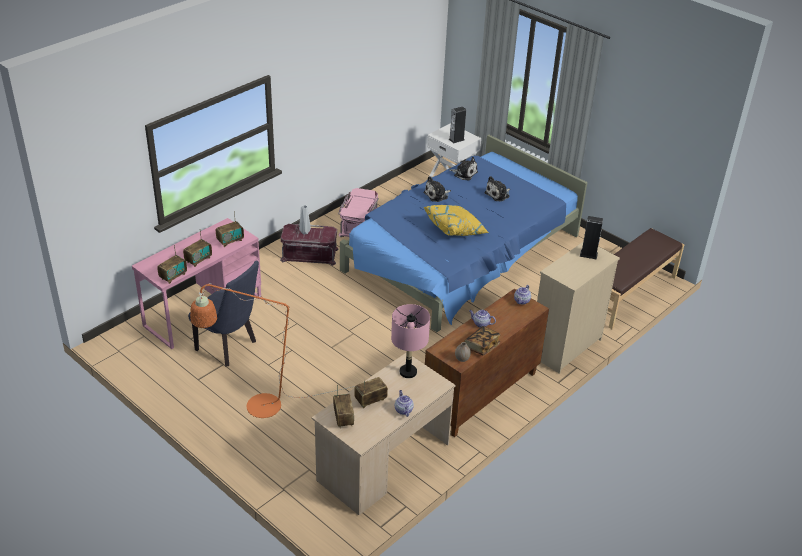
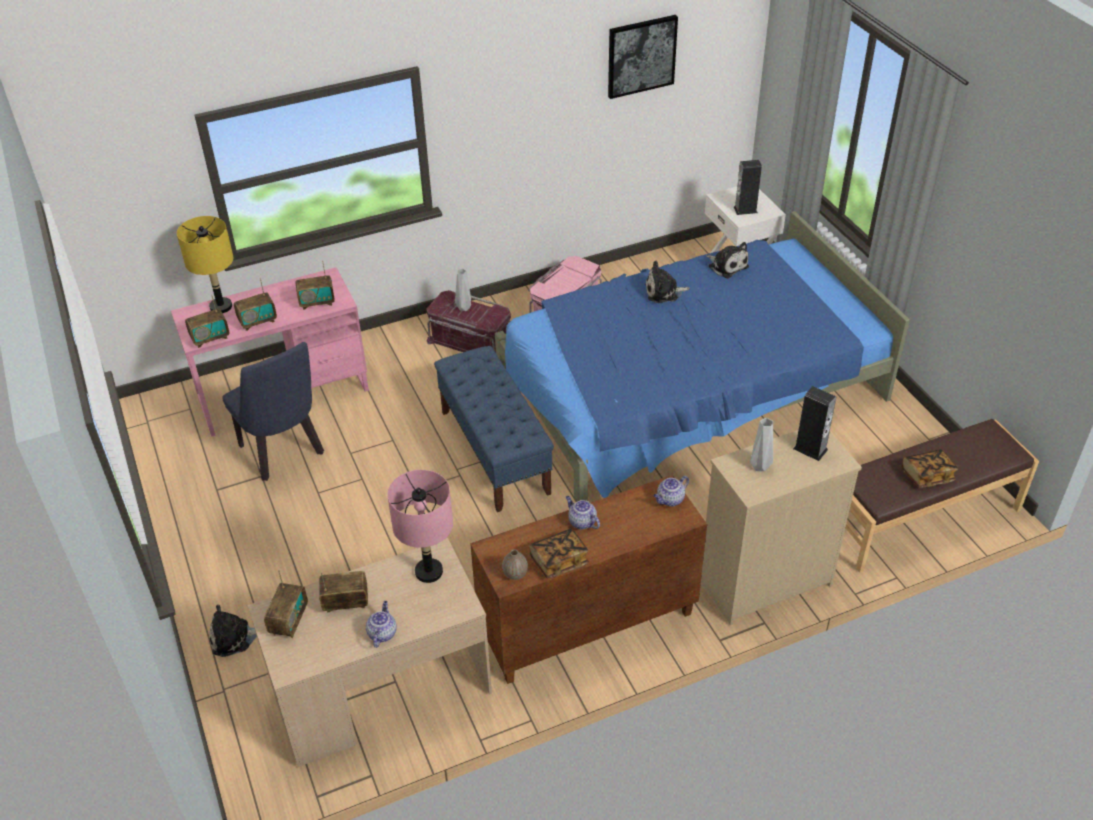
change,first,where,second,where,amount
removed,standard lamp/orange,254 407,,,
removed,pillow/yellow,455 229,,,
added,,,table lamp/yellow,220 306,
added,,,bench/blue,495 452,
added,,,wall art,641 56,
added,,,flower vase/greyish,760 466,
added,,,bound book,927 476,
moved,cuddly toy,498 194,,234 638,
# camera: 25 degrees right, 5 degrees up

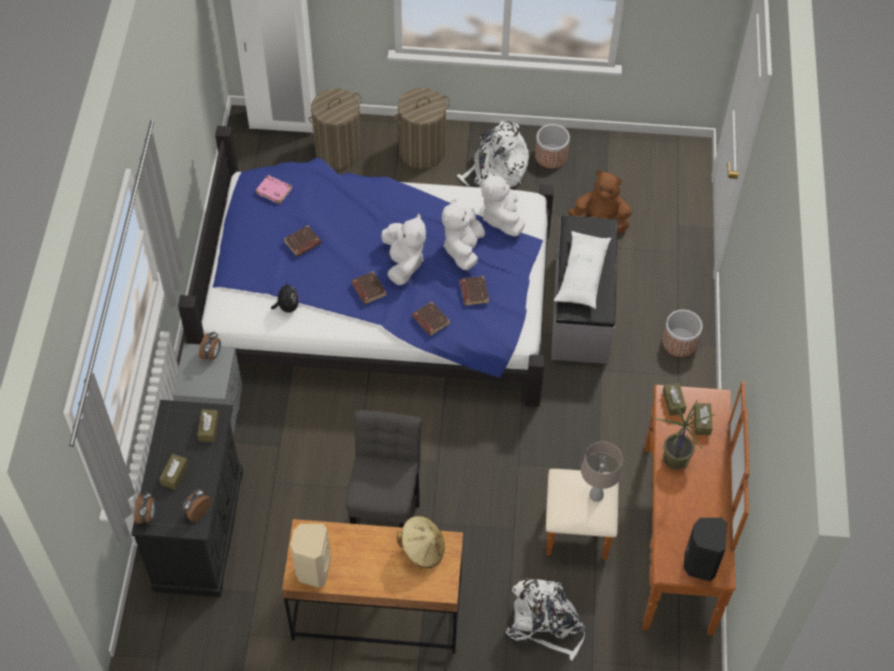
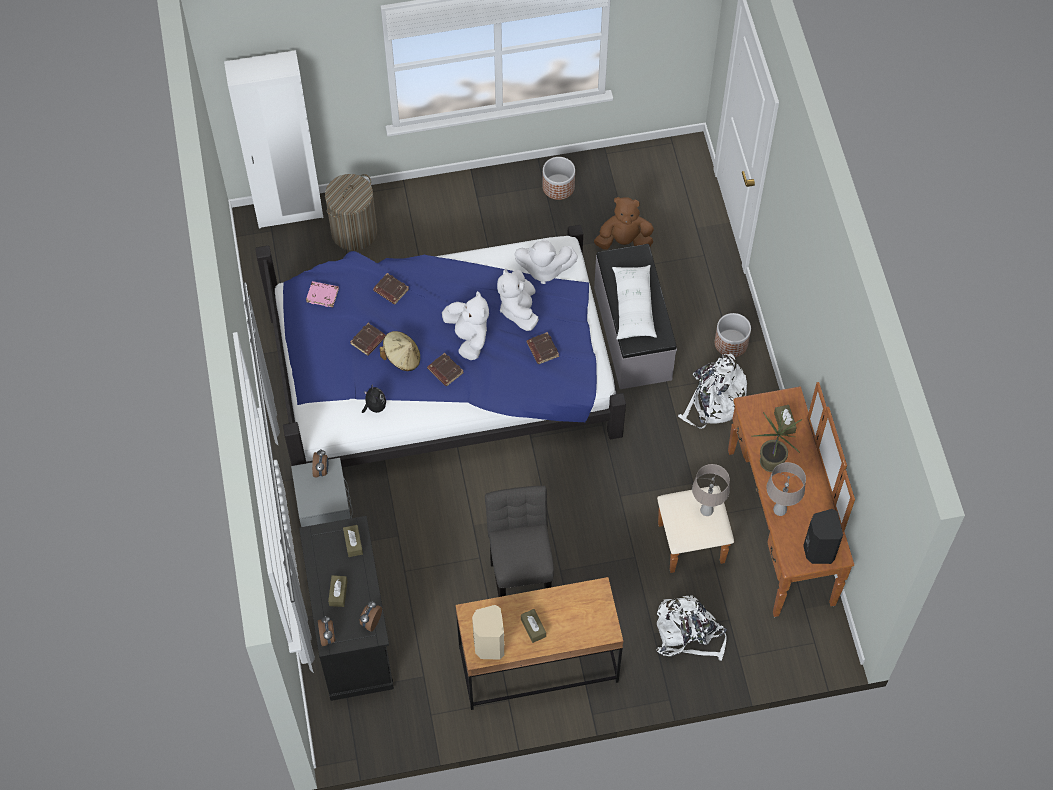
change,first,where,second,where,amount
removed,hamper,422 151,,,
added,,,table lamp/sand-coloured,779 510,
moved,wearable hat/sand-coloured,422 549,,402 357,
moved,bound book/brown,430 320,,390 290,
moved,rucksack/white,495 171,,713 401,
moved,tissue box/brown,673 402,,533 628,
turned,cuddly toy/white,502 218,,544 269,60 degrees counterclockwise
# camera: 15 degrees left, 5 degrees up

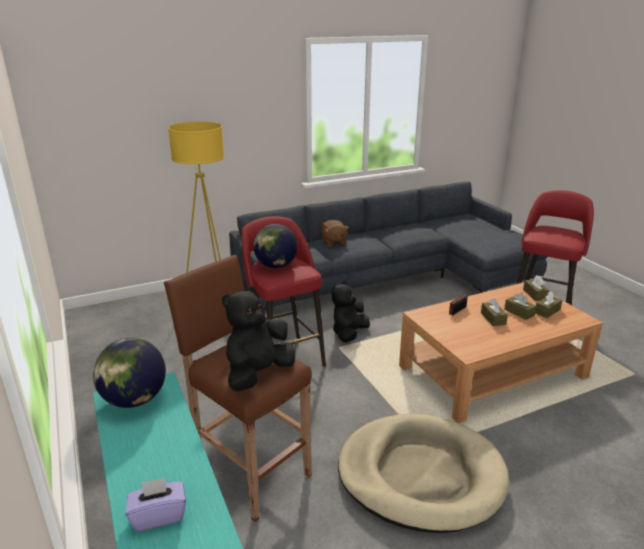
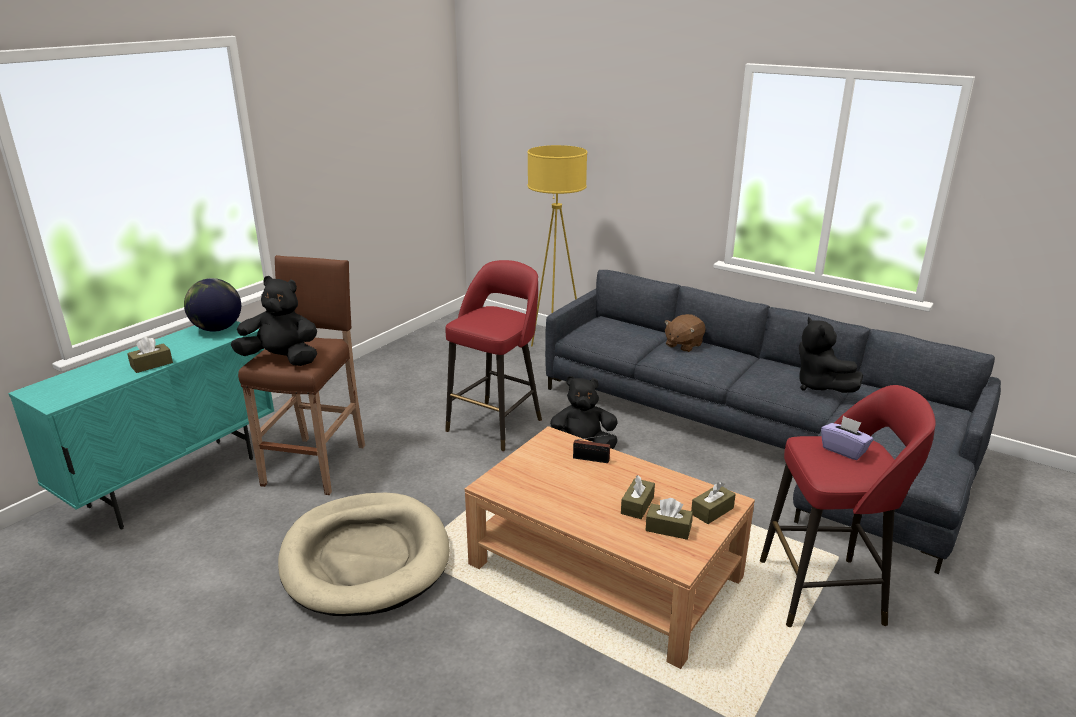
change,first,where,second,where,amount
removed,world globe,275 266,,,
added,,,cuddly toy/blackish,820 386,
moved,tissue box/purplish,159 515,,844 450,
moved,tissue box/brown,493 318,,151 364,
# camera: 60 degrees right, 0 degrees up

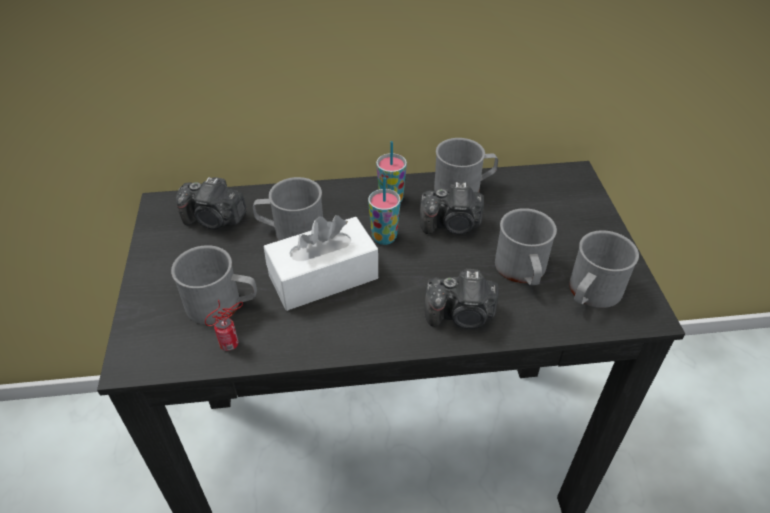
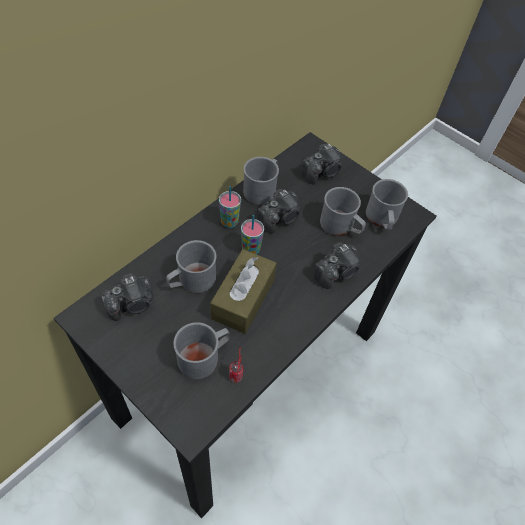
change,first,where,second,where,amount
added,,,still camera,322 172,
recoloured,tissue box/white,323 277,tissue box/brown,243 298,
# camera: 45 degrees left, 10 degrees up

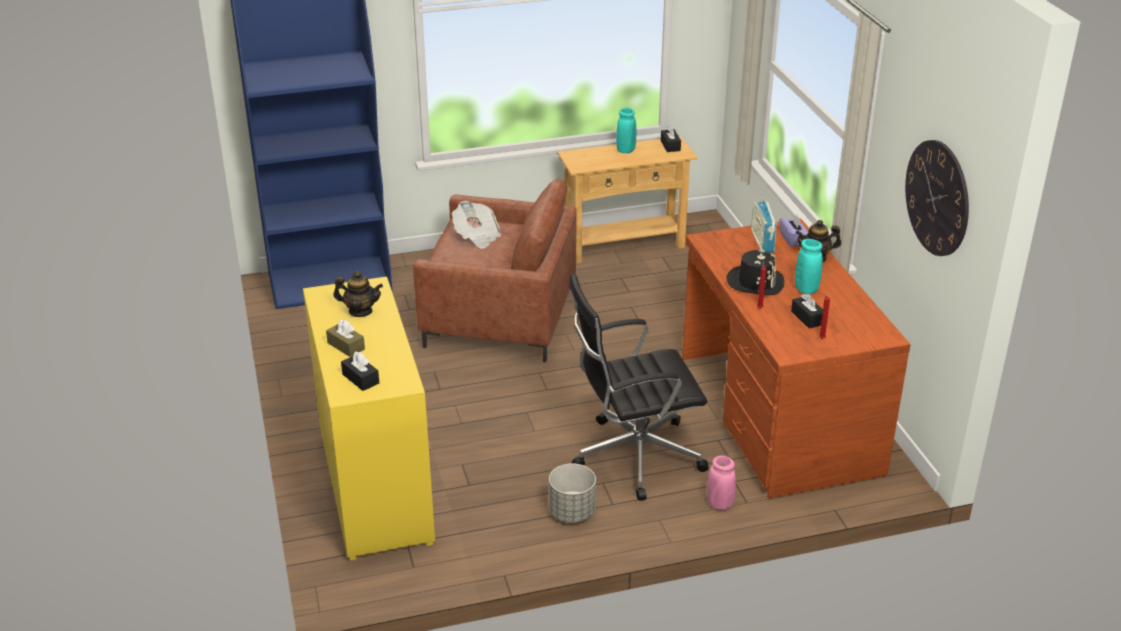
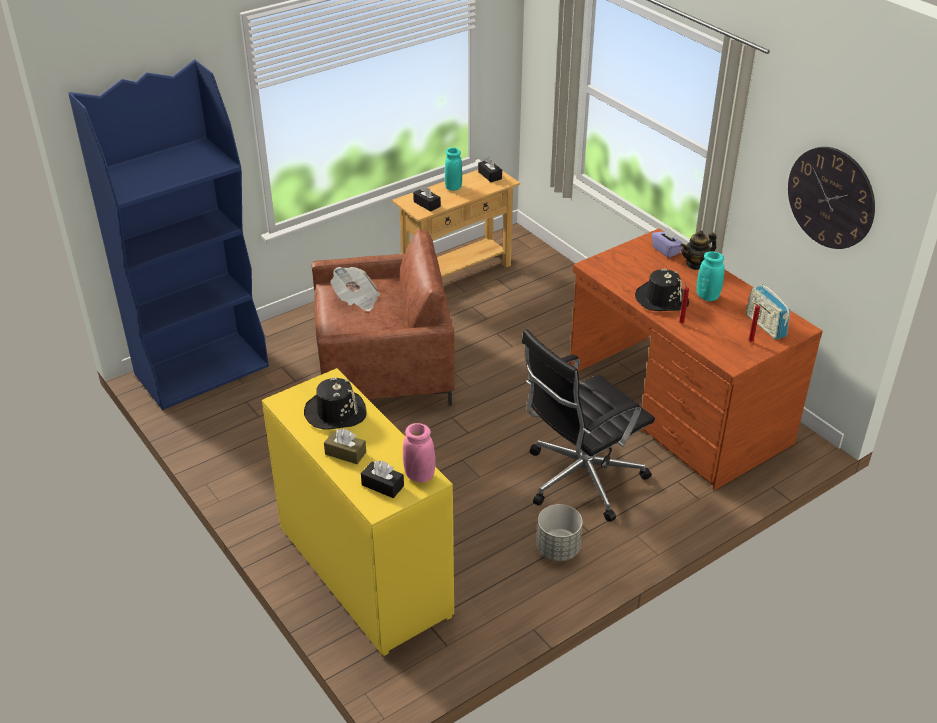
change,first,where,second,where,amount
moved,flower vase/pinkish,719 504,,419 475,
moved,radio receiver,762 242,,765 326,
moved,tissue box/blackish,807 318,,427 204,
replaced,pot for tea,360 311,wearable hat/blackish,335 412,
# camera: 20 degrees left, 5 degrees up

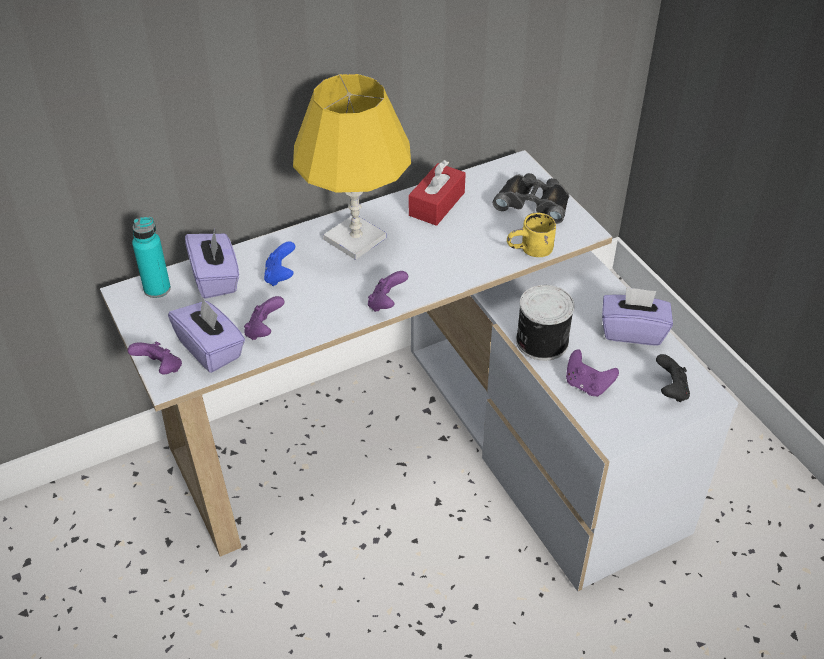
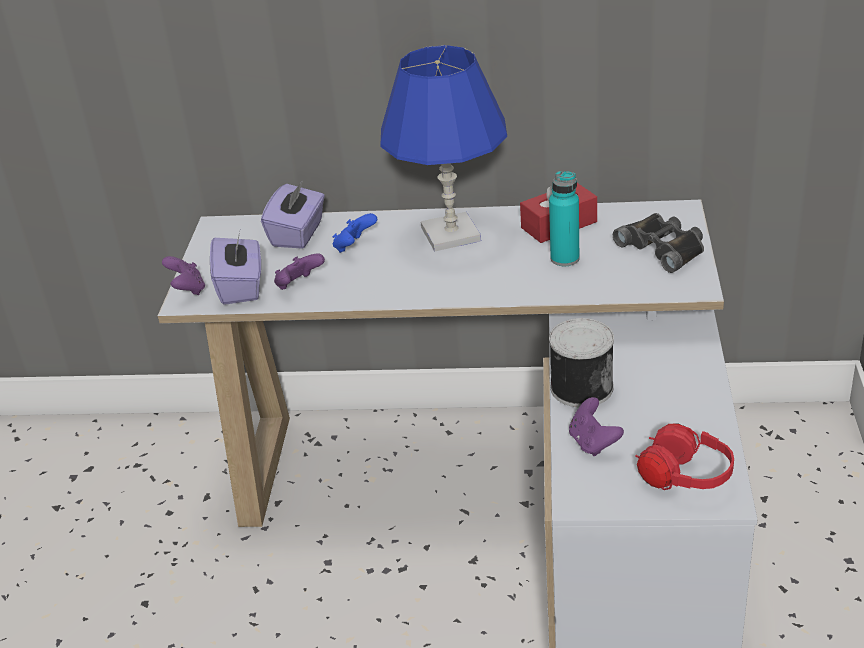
change,first,where,second,where,amount
removed,game controller/purplish,386 303,,,
removed,tea mug/yellow,531 252,,,
removed,tissue box/purplish,632 331,,,
moved,drink bottle/turquoise-coloured,157 289,,565 258,
replaced,game controller/blackish,670 390,pair of headphones/red-coloured,684 479,
recoloured,table lamp/yellow,355 239,table lamp/blue,451 234,
# camera: 35 degrees right, 10 degrees down

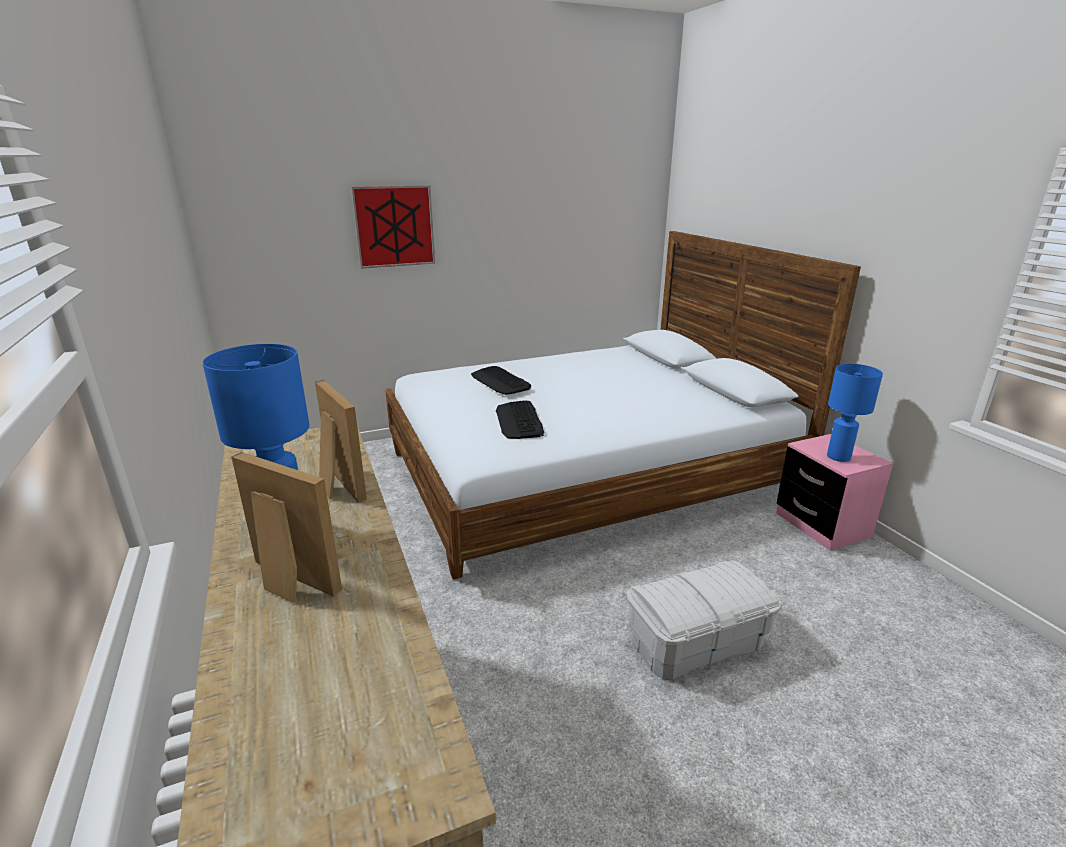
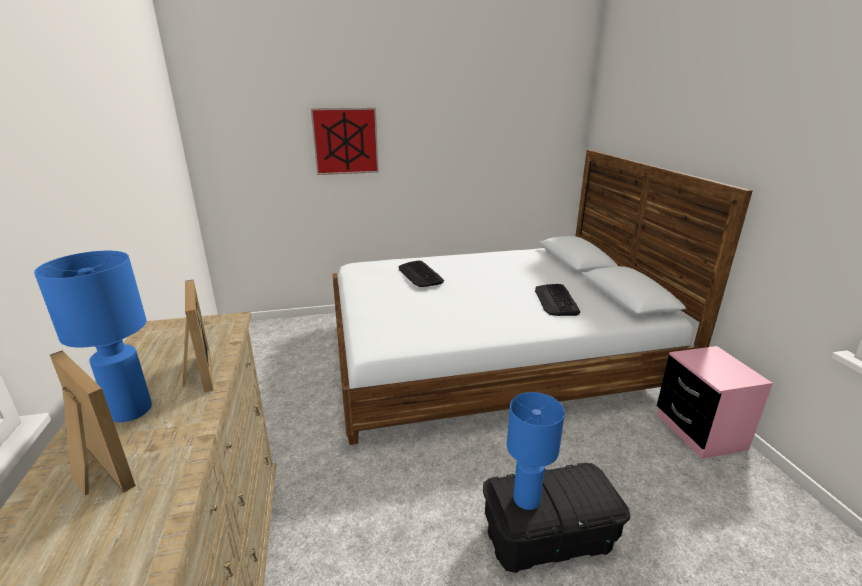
change,first,where,second,where,amount
moved,keyboard,519 421,,556 300,
moved,table lamp/blue,839 457,,526 500,
recoloured,storage bin/white,697 642,storage bin/blackish,548 536,
# camera: 10 degrees right, 0 degrees up

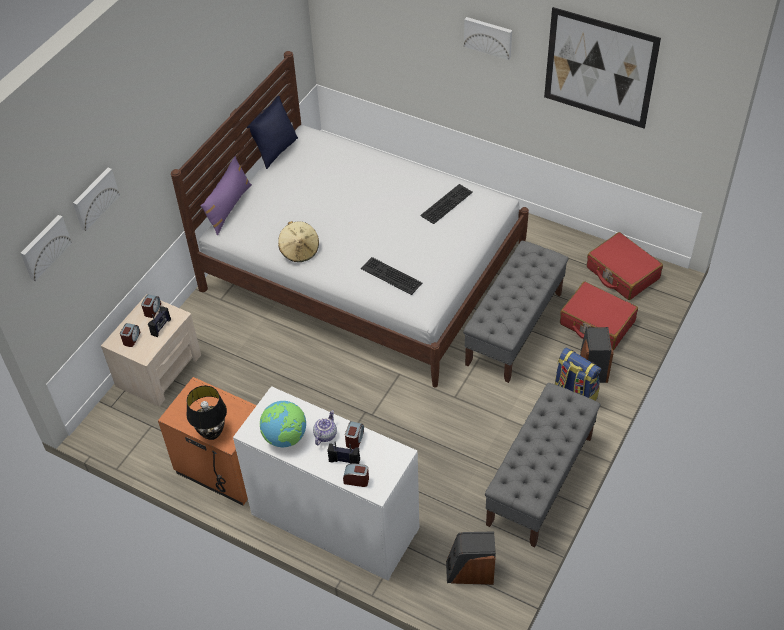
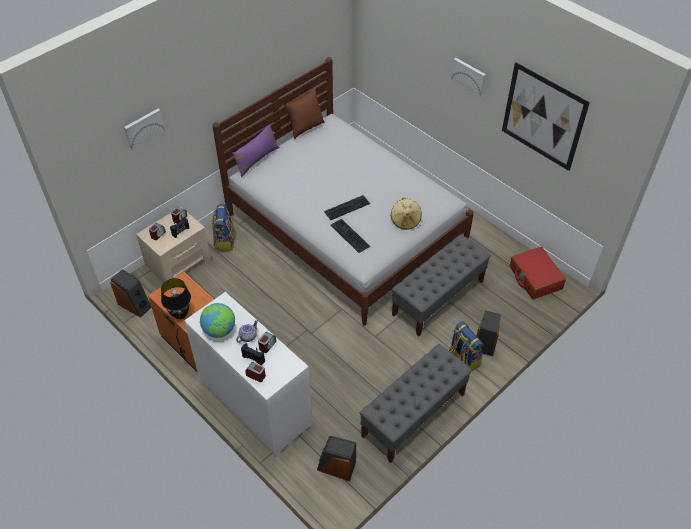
change,first,where,second,where,amount
removed,wall art,44 247,,,
removed,piece of luggage/red-coloured,596 323,,,
added,,,loudspeaker,135 305,
added,,,rucksack,224 241,
moved,wearable hat/sand-coloured,299 250,,405 220,
moved,keyboard,446 203,,347 207,
recoloured,pillow/blue,275 151,pillow/brown,305 128,
# camera: 15 degrees right, 0 degrees up

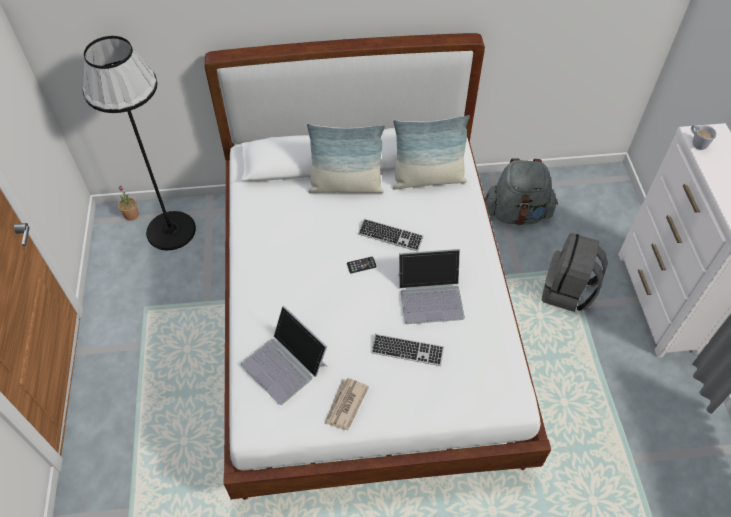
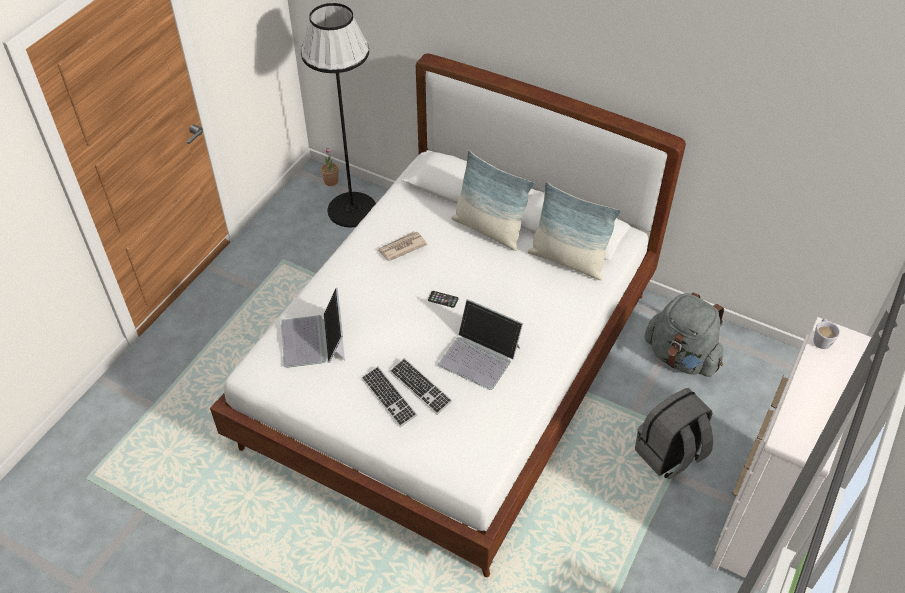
change,first,where,second,where,amount
moved,printed paper,345 405,,401 247,
moved,keyboard,390 236,,389 397,
# camera: 35 degrees right, 5 degrees down

